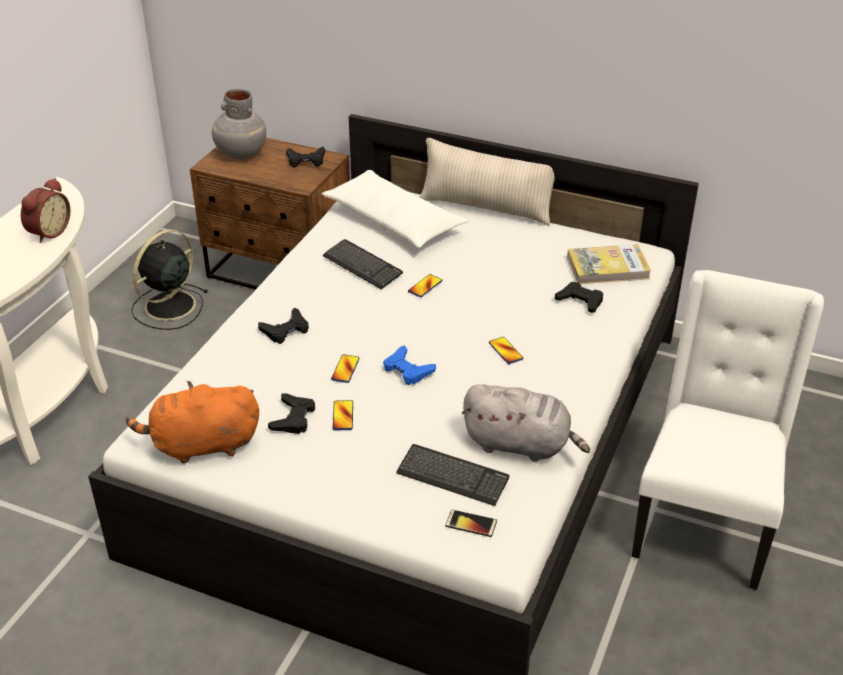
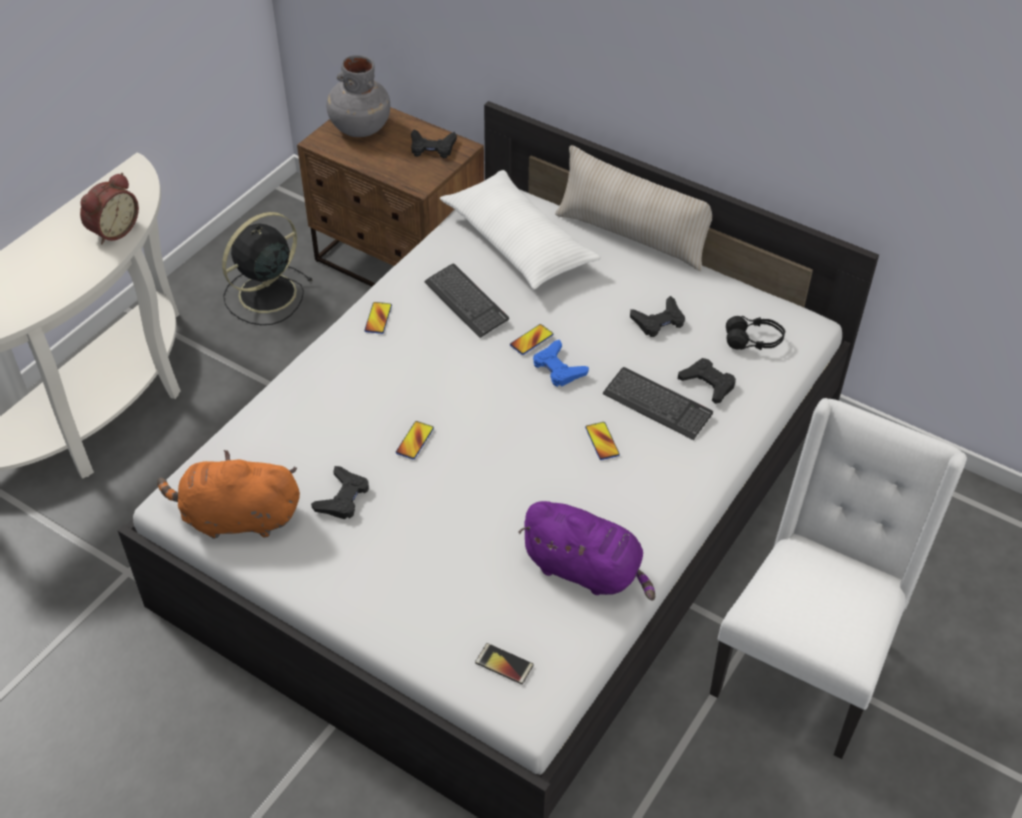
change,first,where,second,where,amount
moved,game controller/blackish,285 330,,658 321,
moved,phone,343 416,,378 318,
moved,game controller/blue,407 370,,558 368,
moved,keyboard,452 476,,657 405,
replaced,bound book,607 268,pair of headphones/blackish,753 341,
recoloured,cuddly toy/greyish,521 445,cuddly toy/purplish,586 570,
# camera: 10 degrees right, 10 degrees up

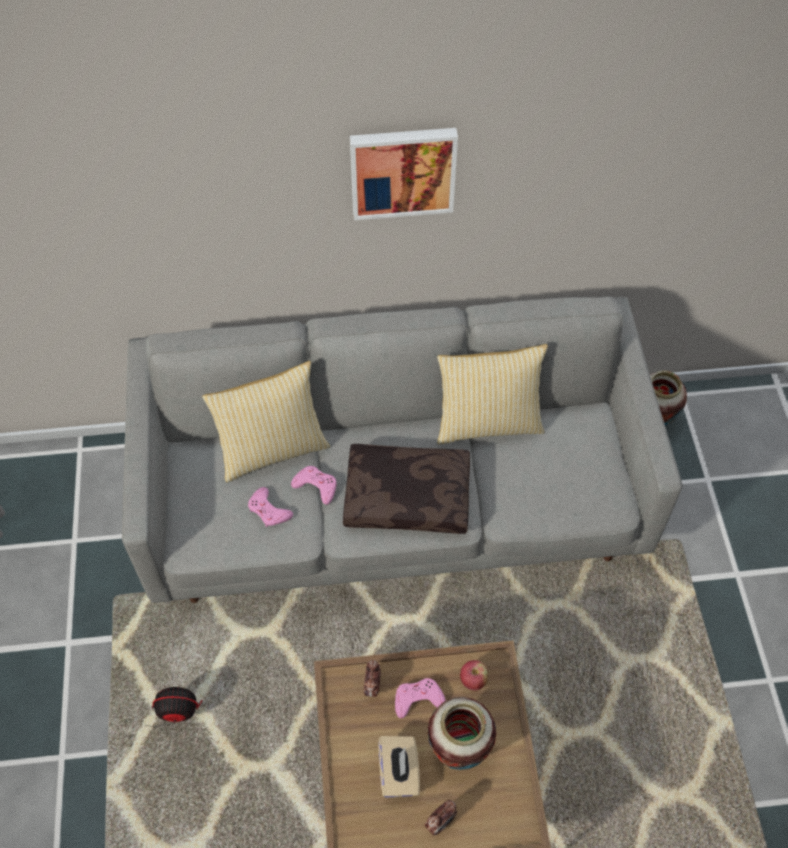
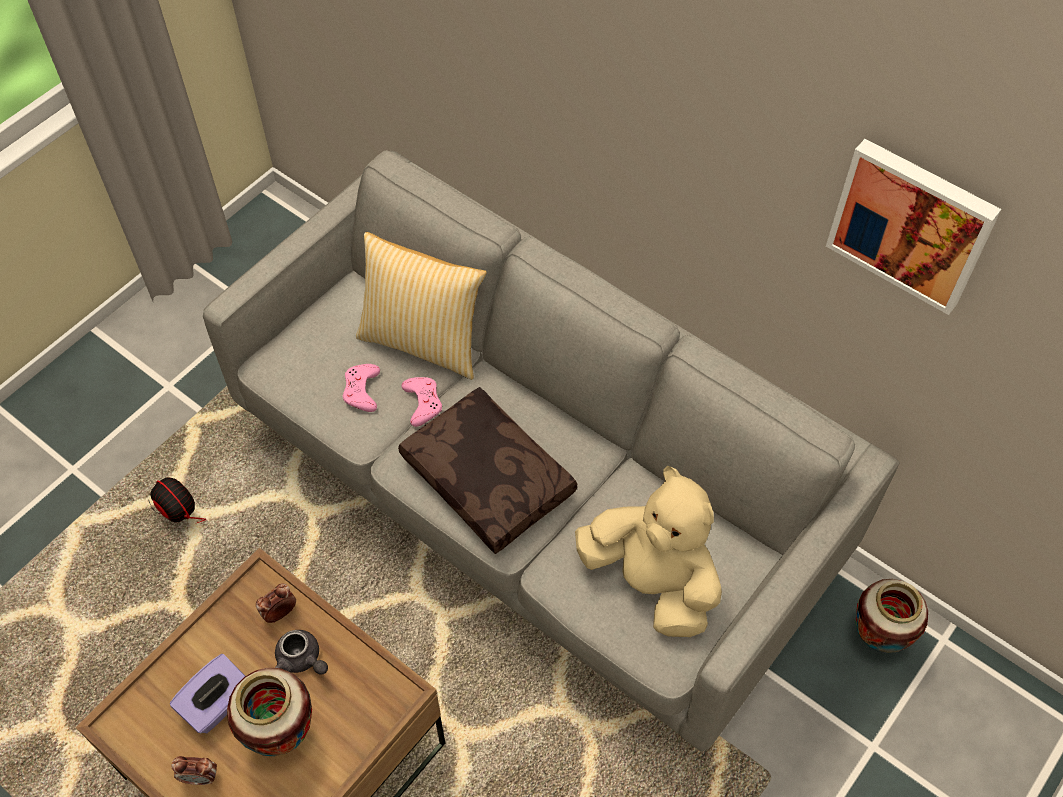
change,first,where,second,where,amount
removed,pillow,487 423,,,
removed,whole apple,473 680,,,
added,,,cuddly toy/sand-coloured,651 582,
moved,wall art,402 171,,912 223,
replaced,game controller/pinkish,418 699,pot for tea/greyish,302 659,
recoloured,tissue box/sand-coloured,399 773,tissue box/purplish,217 704,
# camera: 45 degrees right, 0 degrees up

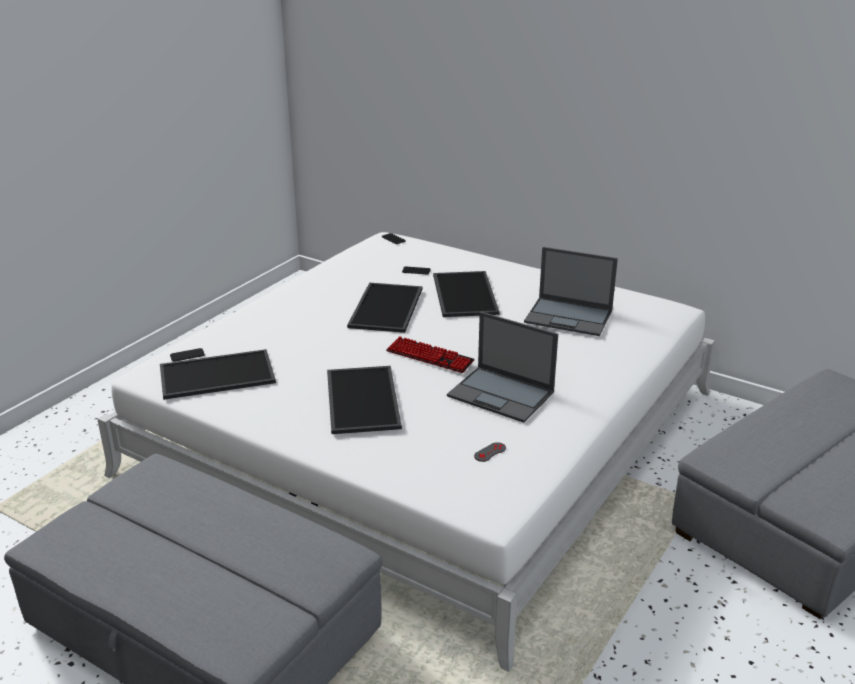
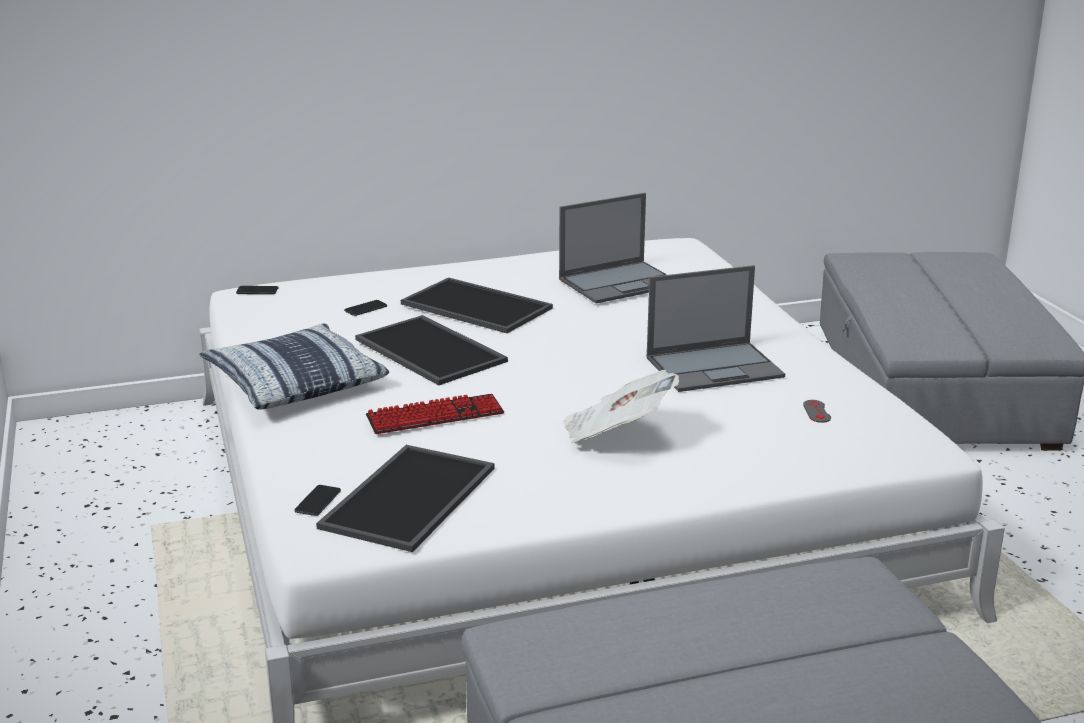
change,first,where,second,where,amount
added,,,pillow,294 383,
moved,keyboard,429 356,,435 416,
replaced,serving tray,360 399,printed paper,616 433,
# camera: 50 degrees left, 5 degrees down

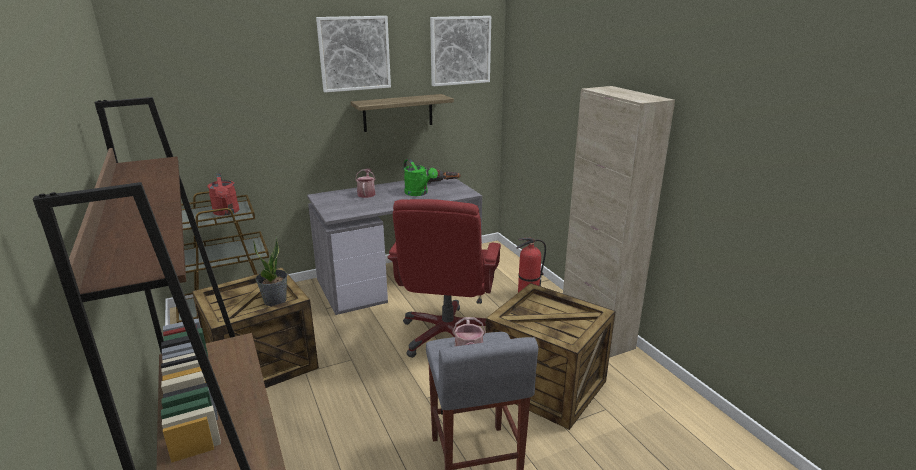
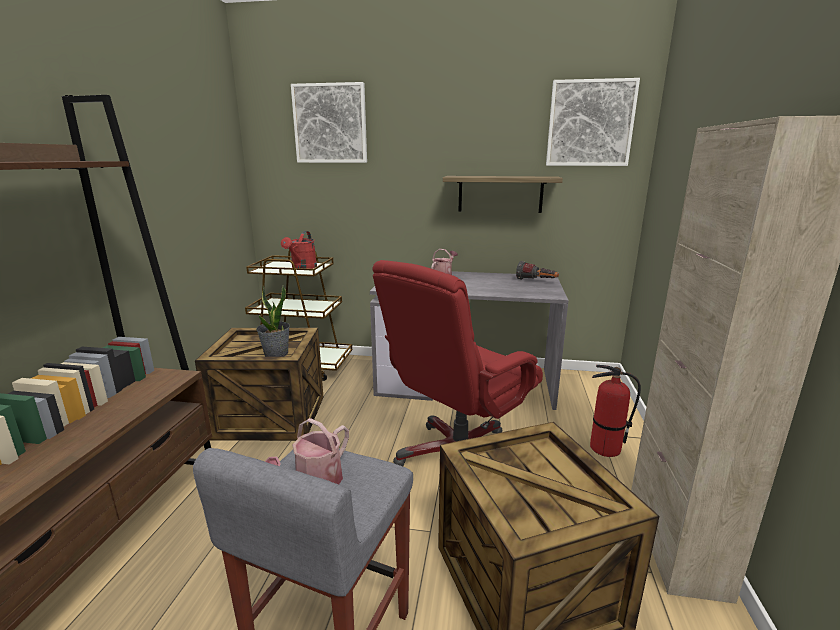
change,first,where,second,where,amount
removed,watering pot/green-coloured,419 193,,,
moved,wall art,354 53,,330 124,
# camera: 35 degrees right, 5 degrees down

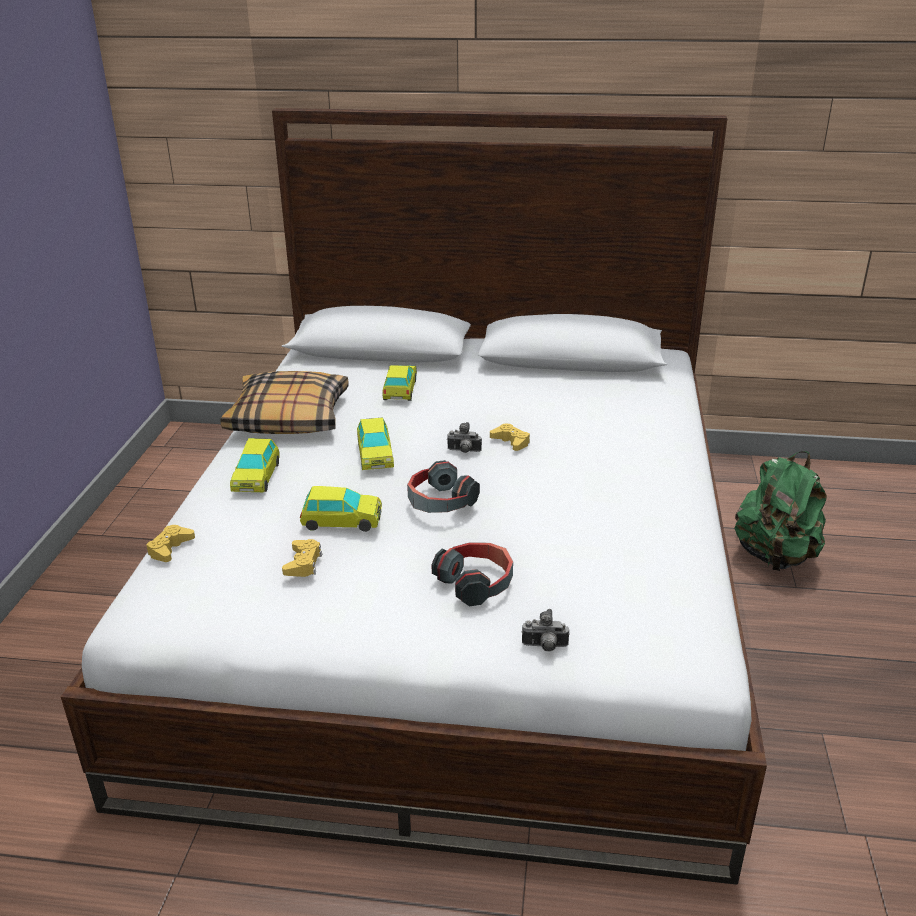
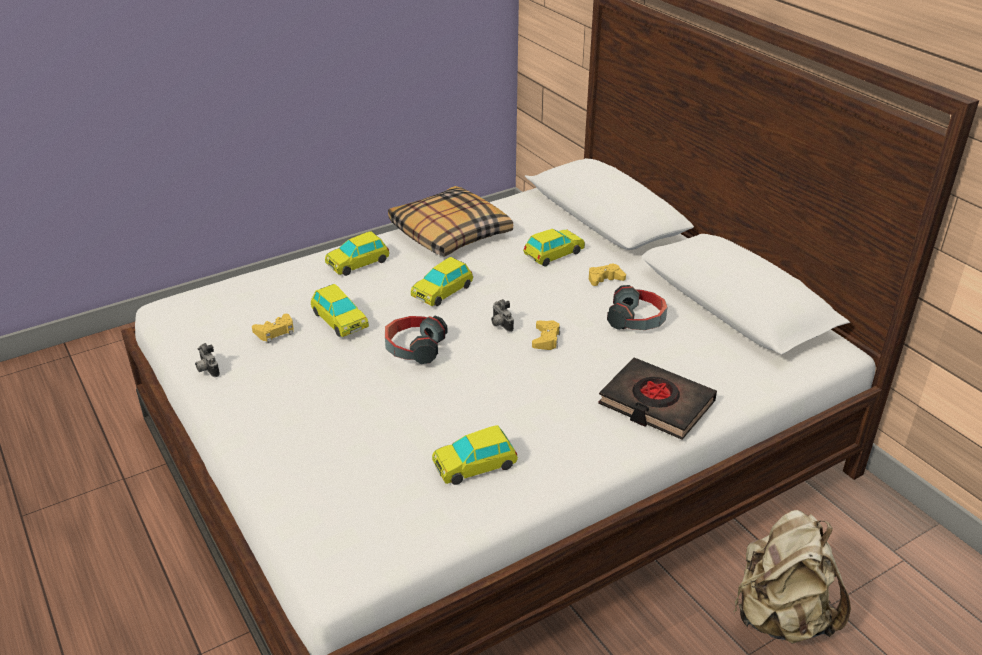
change,first,where,second,where,amount
added,,,model car,474 465,
added,,,bound book/blackish,656 404,
moved,game controller/yellow,170 548,,605 279,
moved,pair of headphones,476 583,,637 320,
moved,still camera,545 647,,207 370,
recoloured,rucksack/green-coloured,775 556,rucksack/sand-coloured,780 617,
# camera: 50 degrees right, 5 degrees up

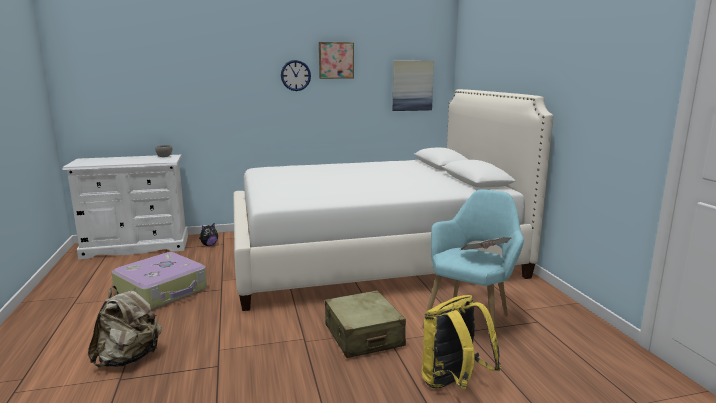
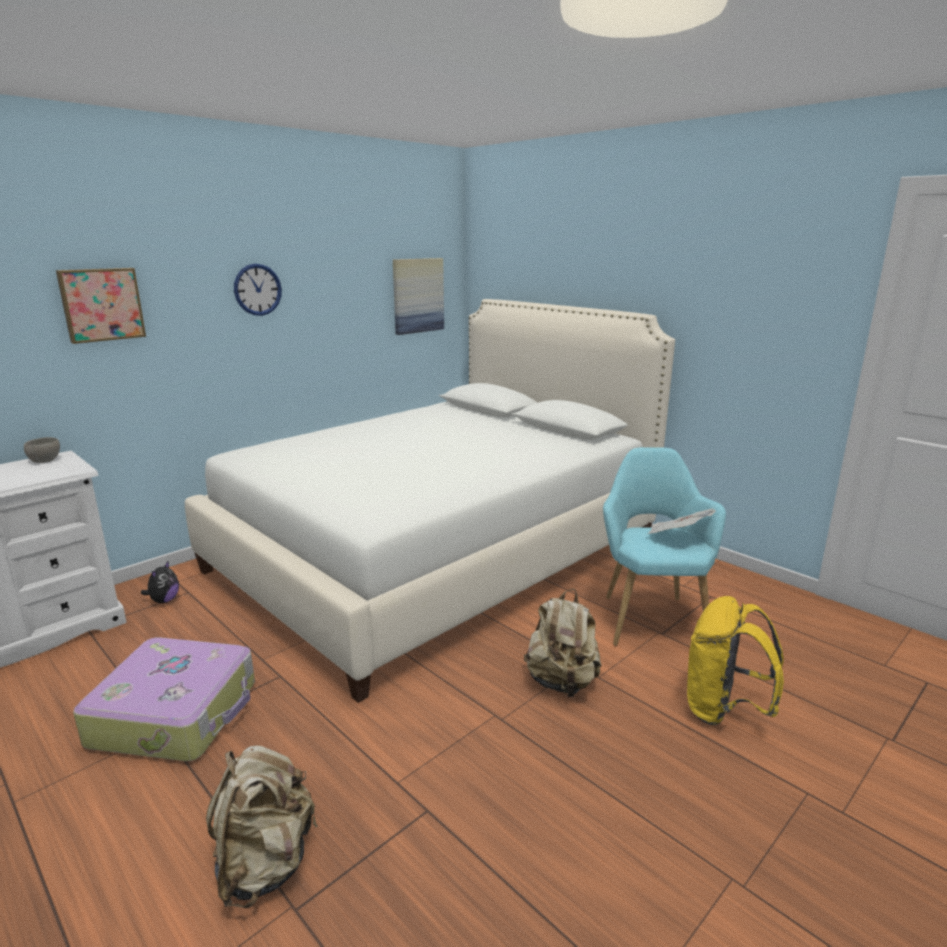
change,first,where,second,where,amount
moved,wall art,336 60,,101 304,
replaced,piece of luggage/sand-coloured,363 336,rucksack/sand-coloured,562 682,
# camera: 30 degrees left, 5 degrees up

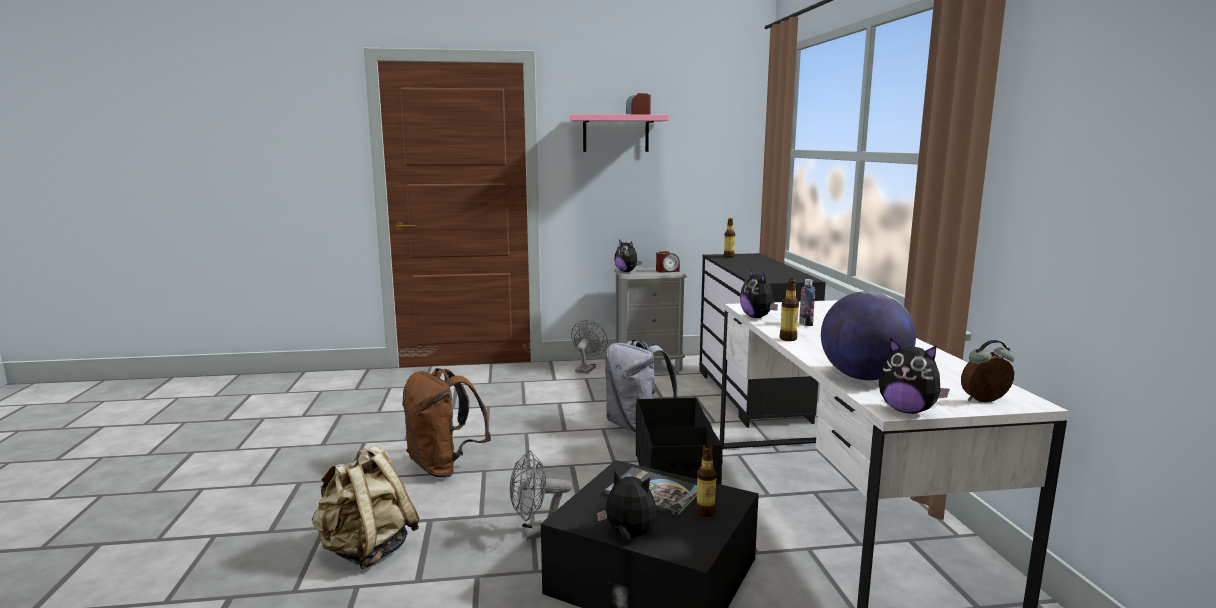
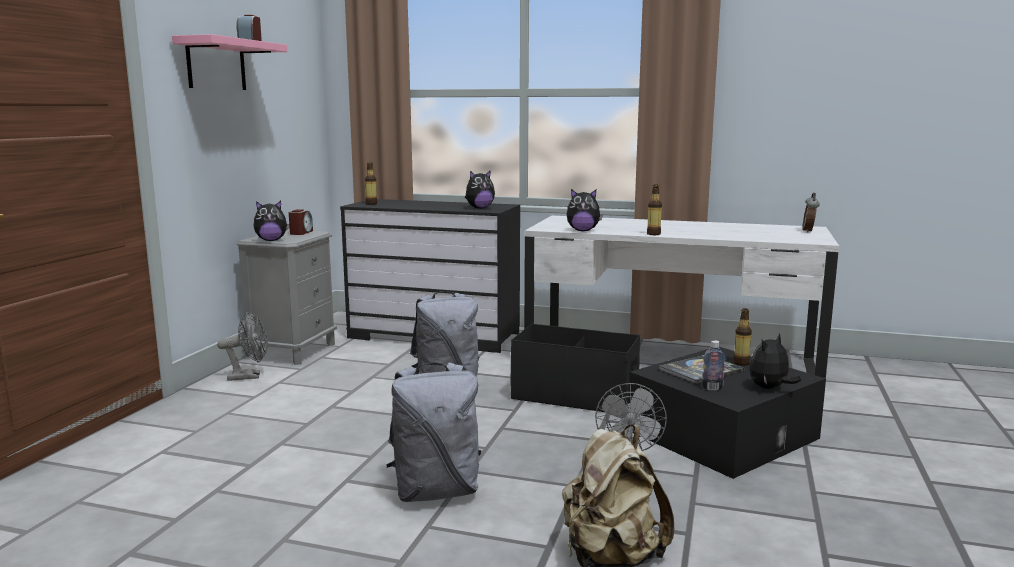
change,first,where,second,where,amount
removed,world globe,863 377,,,
moved,drink bottle,806 324,,712 388,
moved,cuddly toy,907 410,,479 208,
recoloured,rucksack/brown,444 467,rucksack/greyish,436 491,
turned,electric fan/greyish,587 369,,249 376,120 degrees clockwise
# camera: 65 degrees left, 0 degrees up

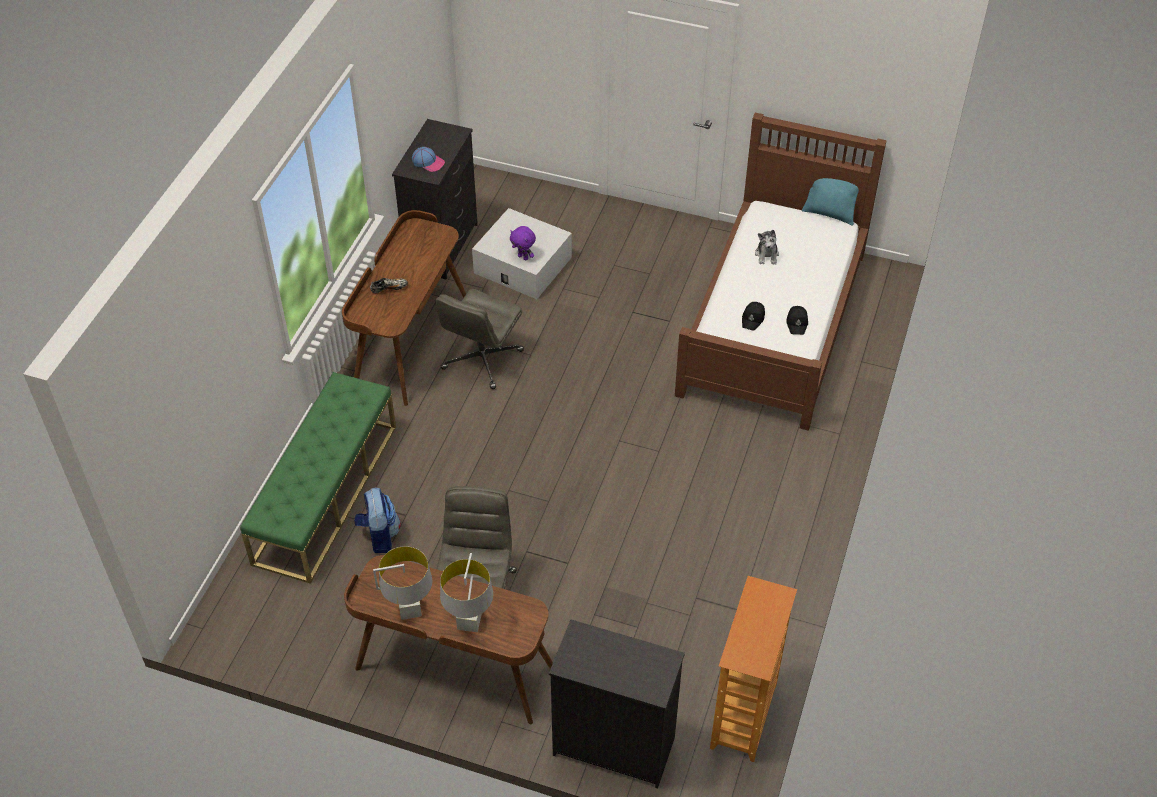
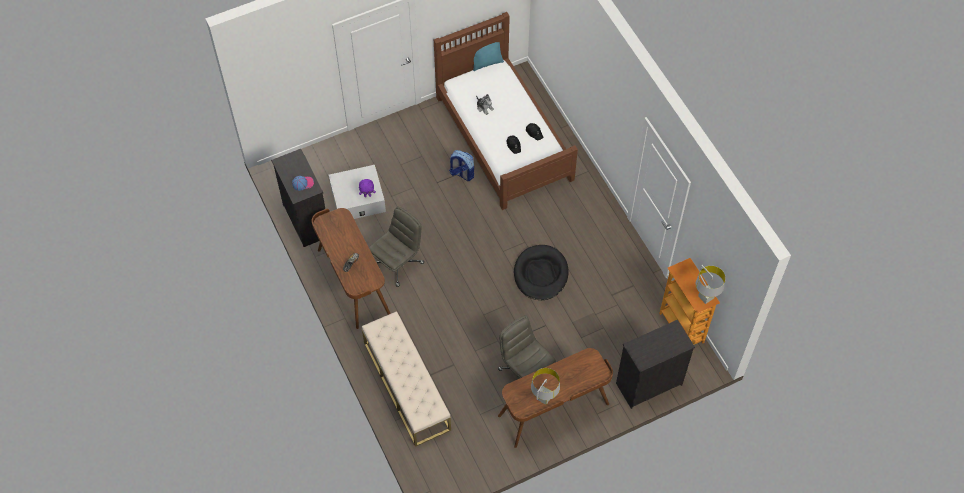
change,first,where,second,where,amount
added,,,dog cushion/blackish,540 274,
moved,rucksack,379 535,,461 174,
moved,table lamp/greyish,469 623,,705 297,
recoloured,bench/green-coloured,326 493,bench/sand-coloured,406 386,
turned,computer chair/greyish,482 360,,397 263,120 degrees counterclockwise
# camera: 45 degrees left, 10 degrees up

